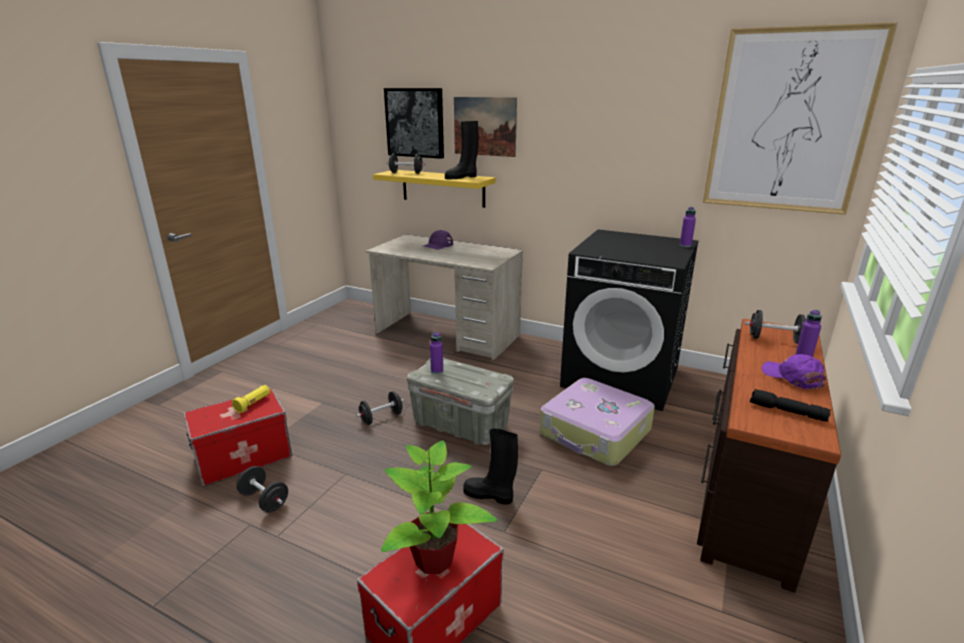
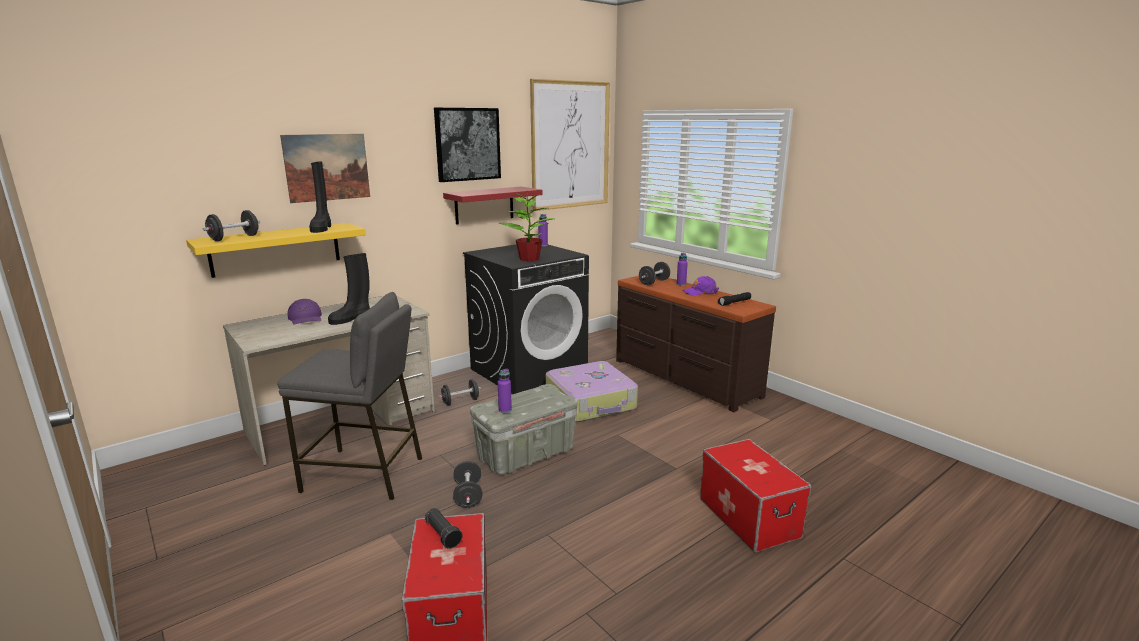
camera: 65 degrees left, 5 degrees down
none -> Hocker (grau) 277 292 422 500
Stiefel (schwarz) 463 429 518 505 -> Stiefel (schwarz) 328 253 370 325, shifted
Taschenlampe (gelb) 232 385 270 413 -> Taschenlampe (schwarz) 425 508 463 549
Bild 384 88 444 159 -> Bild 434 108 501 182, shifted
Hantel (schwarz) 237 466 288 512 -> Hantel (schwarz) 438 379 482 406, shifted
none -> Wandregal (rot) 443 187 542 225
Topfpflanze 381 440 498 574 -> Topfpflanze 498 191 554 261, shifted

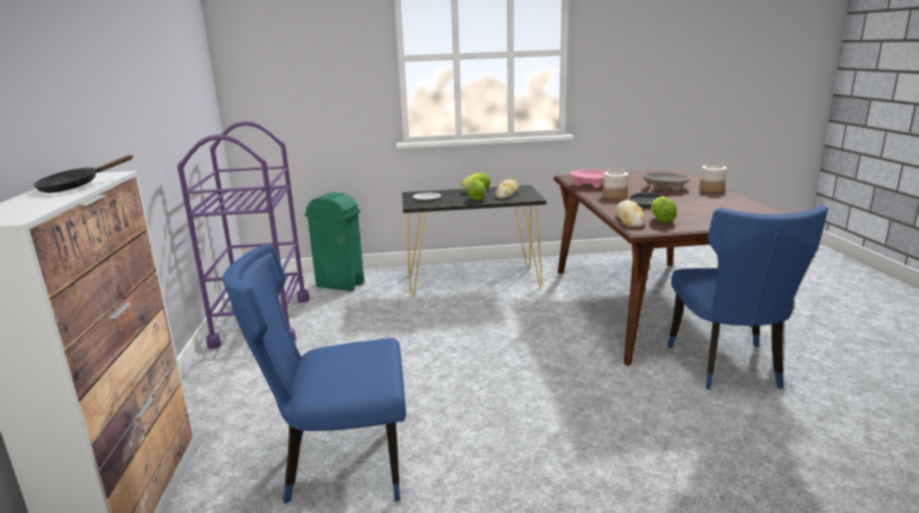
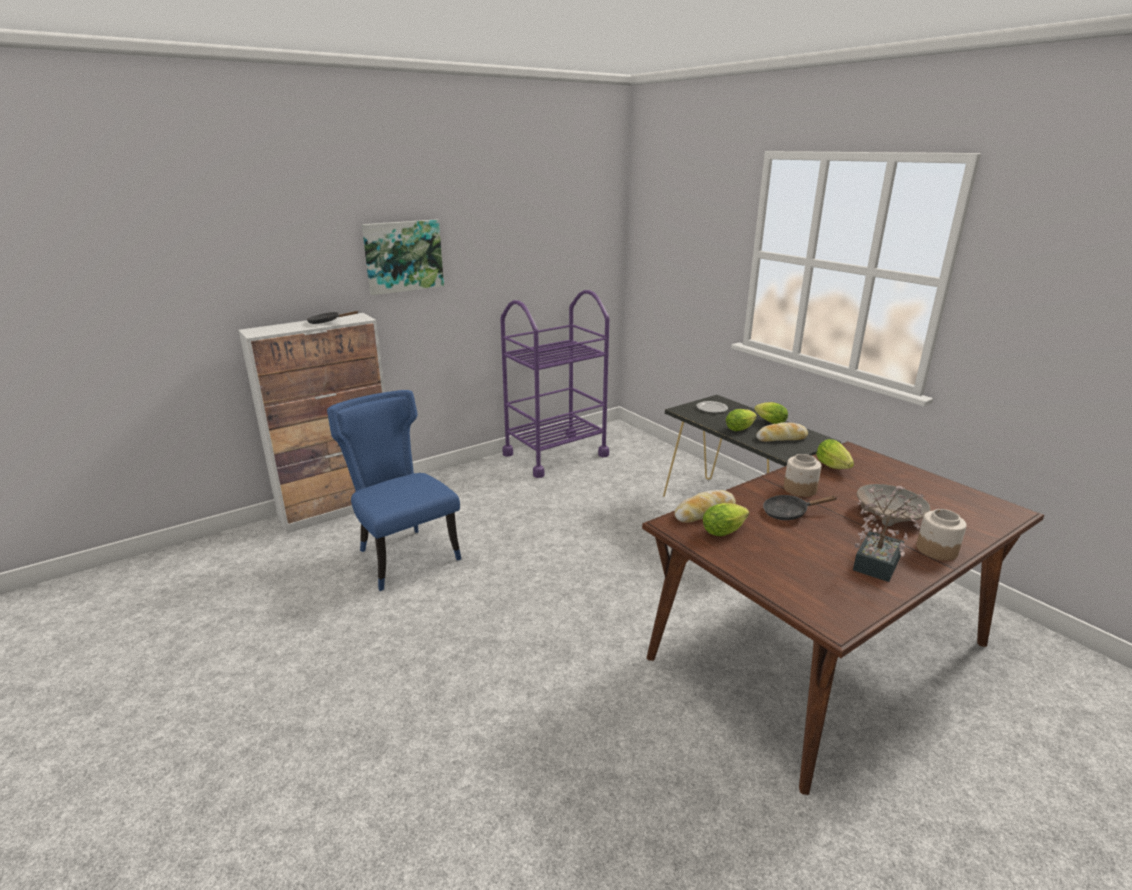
camera: 60 degrees right, 5 degrees up
none -> Bild 362 219 444 295
Schüssel (rosa) 570 169 608 188 -> Salatkopf 816 439 854 469
none -> Topfpflanze 853 486 924 582
Mülleimer (grün) 305 192 364 291 -> none
Stuhl (blau) 667 205 828 390 -> none

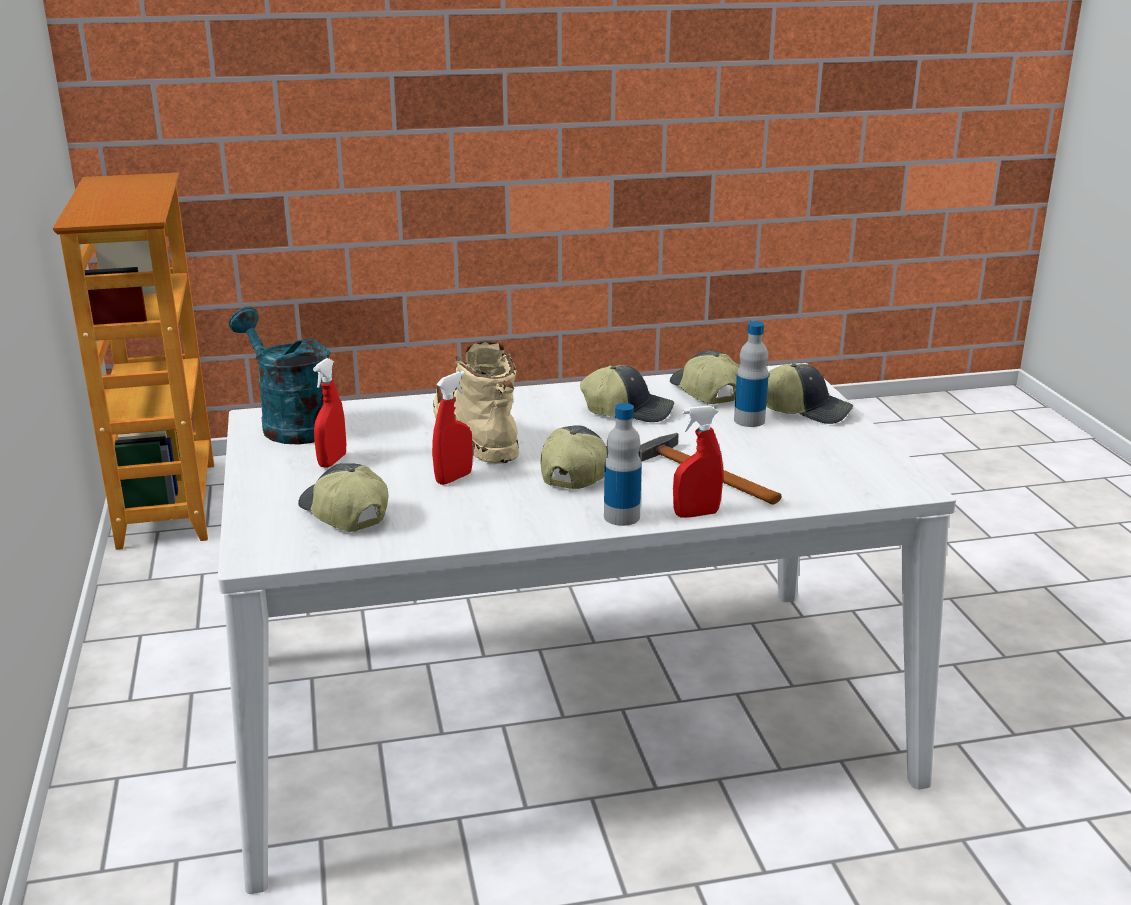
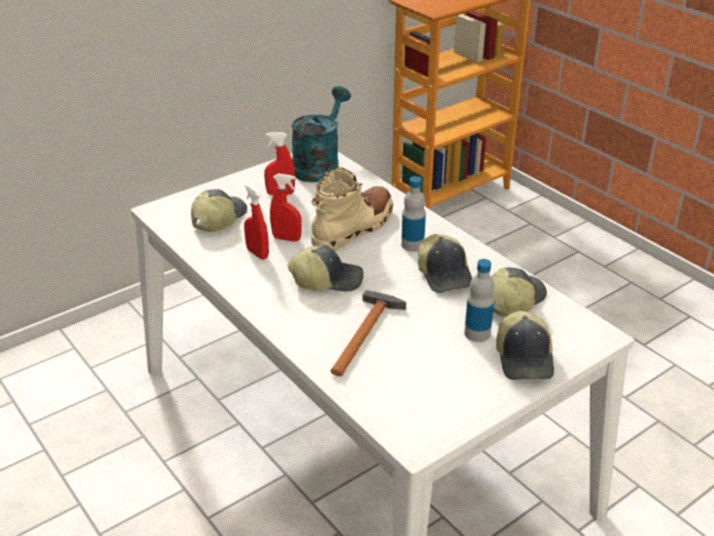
camera: 65 degrees right, 10 degrees up
Sprühflasche (rot) 673 405 723 518 -> Sprühflasche (rot) 244 184 269 260, shifted
Flasche 604 403 642 526 -> Flasche 401 176 426 252, shifted

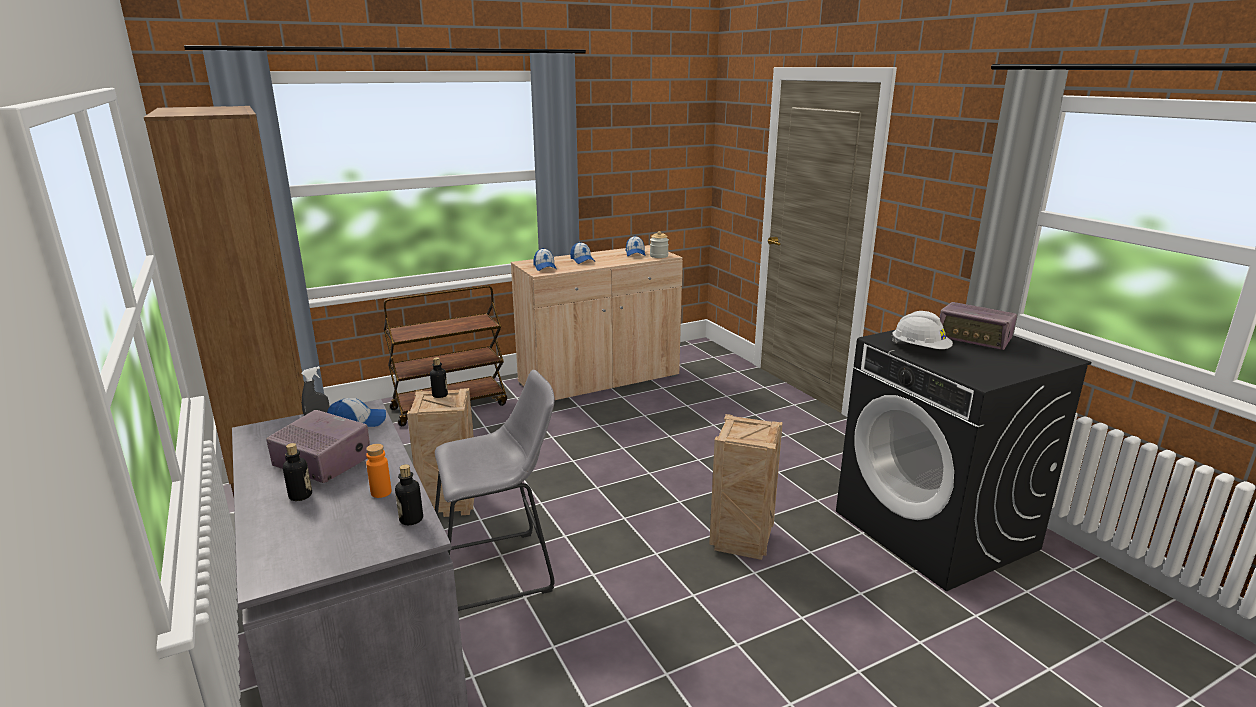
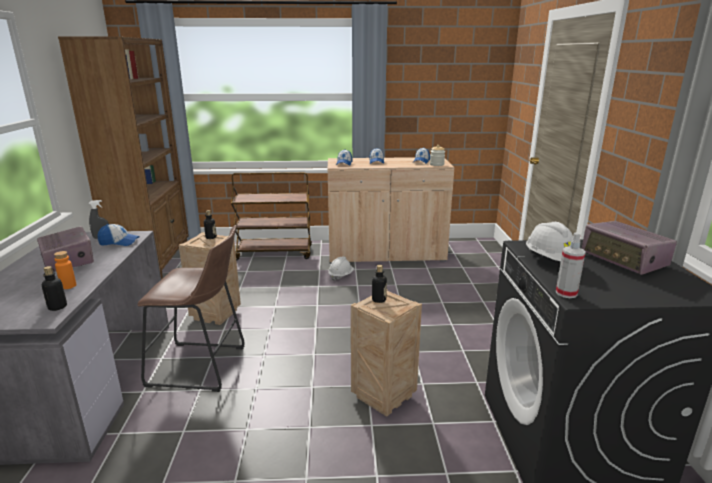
camera: 25 degrees right, 0 degrees up
Hocker (grau) 435 370 555 611 -> Hocker (braun) 137 225 245 392
none -> Schutzhelm (weiß) 328 257 354 281
Flasche 283 443 312 501 -> Flasche 372 265 387 303, shifted
none -> Sprühflasche 556 232 586 298

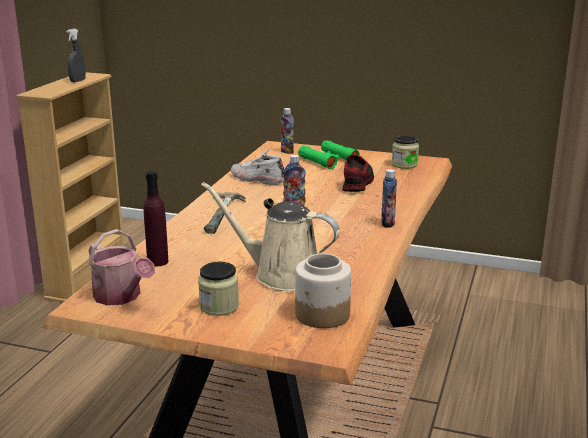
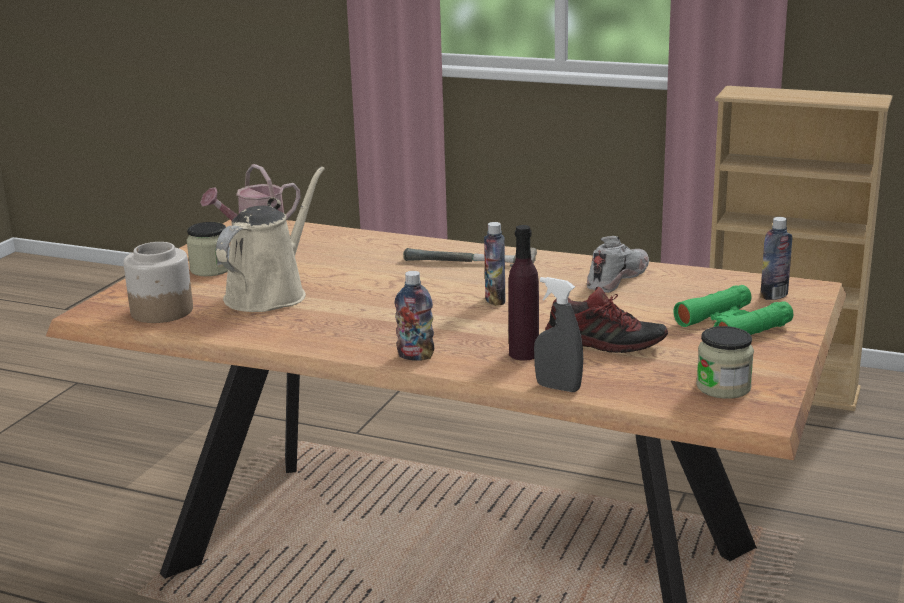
camera: 95 degrees right, 0 degrees up
Flasche (lila) 143 171 168 266 -> Flasche (lila) 508 225 539 361, shifted
Sprühflasche (grau) 66 28 86 82 -> Sprühflasche (grau) 534 277 583 392, shifted

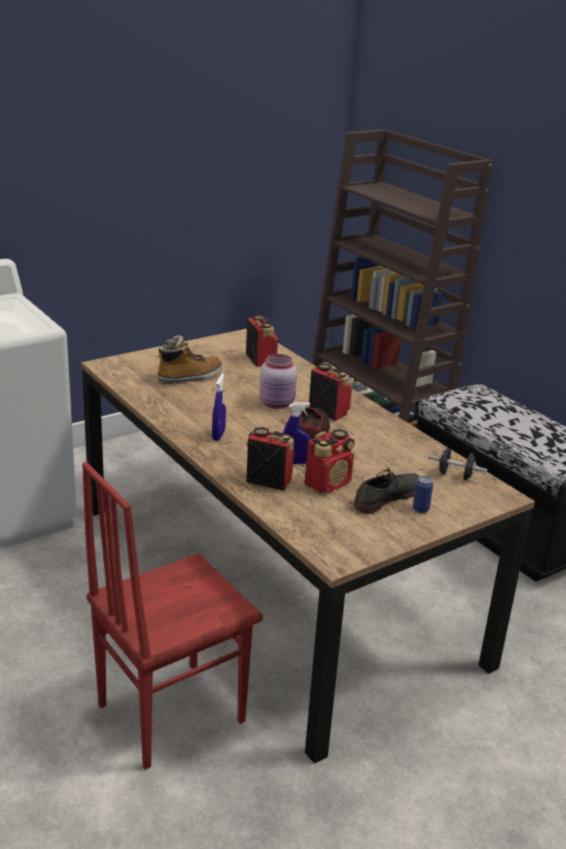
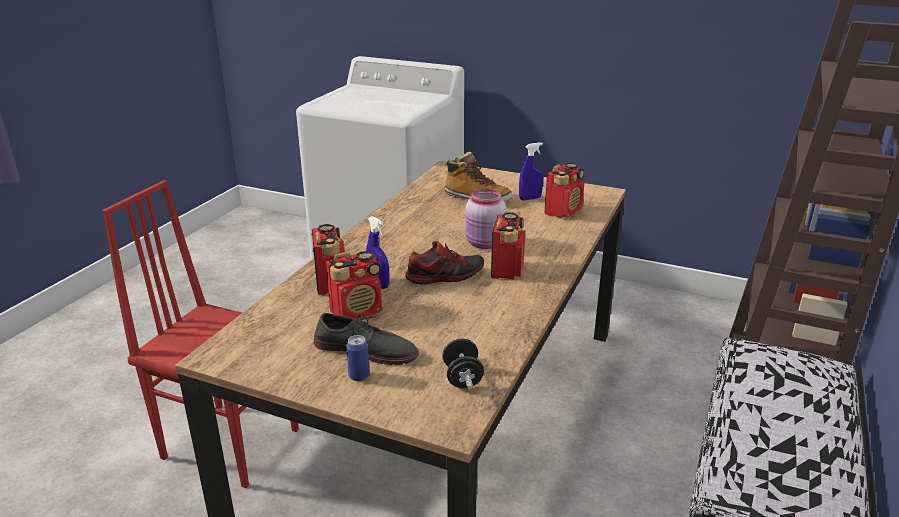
camera: 60 degrees right, 0 degrees up
Radio 305 429 355 493 -> Radio 326 251 382 319, 45 degrees counterclockwise
Sprühflasche (blau) 212 373 226 441 -> Sprühflasche (blau) 519 142 543 201, shifted

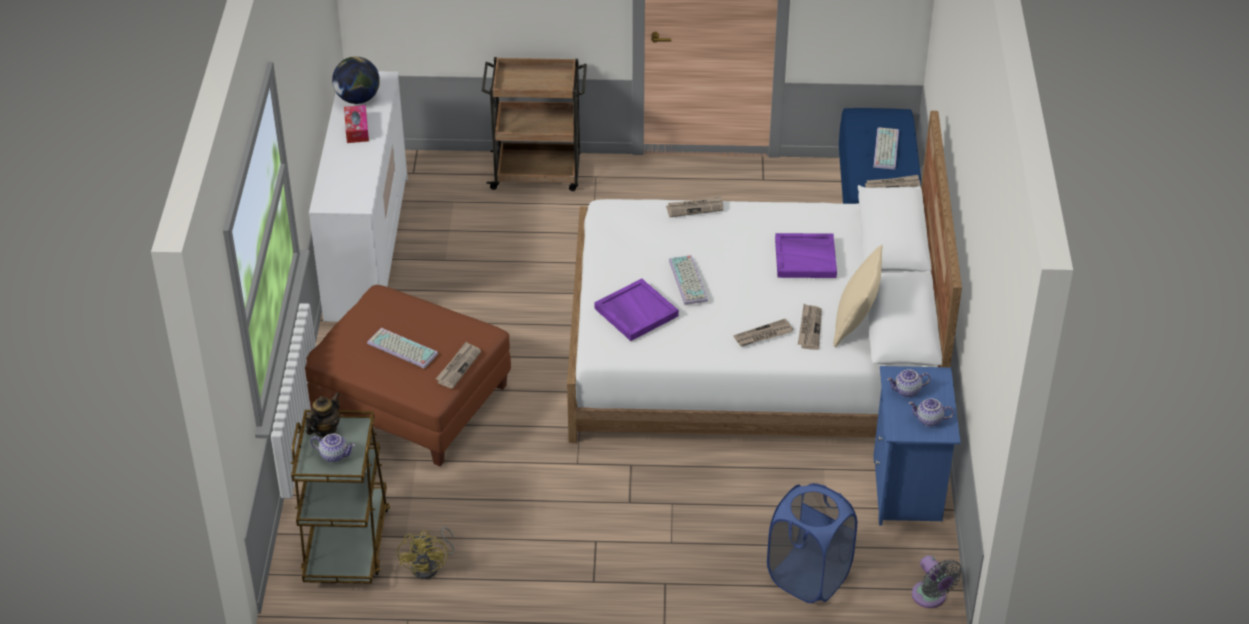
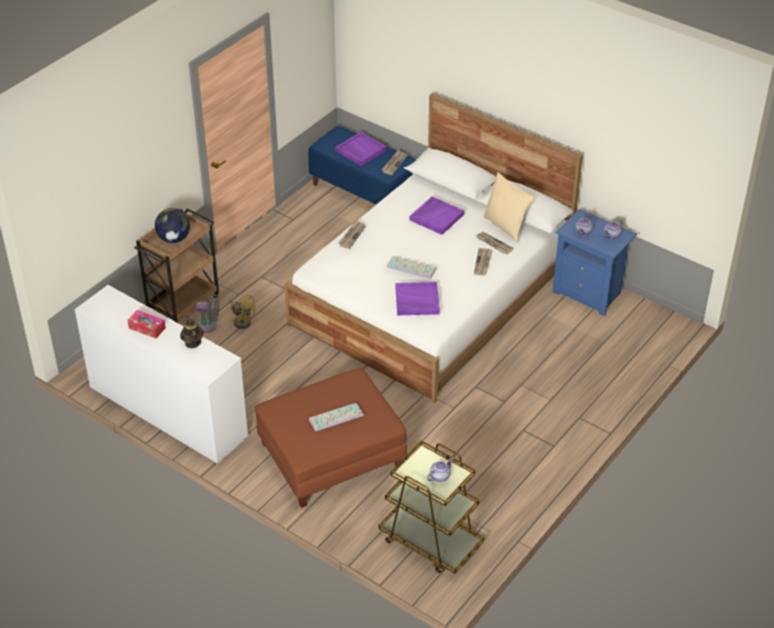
camera: 55 degrees left, 0 degrees up
Globus 332 56 380 104 -> Globus 155 208 190 243, shifted
Teekanne 306 393 340 437 -> Teekanne 180 316 204 348, shifted
Ventilator (grau) 912 555 962 608 -> Ventilator (grau) 196 293 220 333, shifted
Ventilator (gelb) 397 527 455 579 -> Ventilator (gelb) 229 295 256 329, shifted
Tastatur 873 128 899 170 -> Tablett (lila) 335 132 387 166
Zeitung 436 342 481 389 -> none
Wäschekorb (blau) 767 483 857 603 -> none

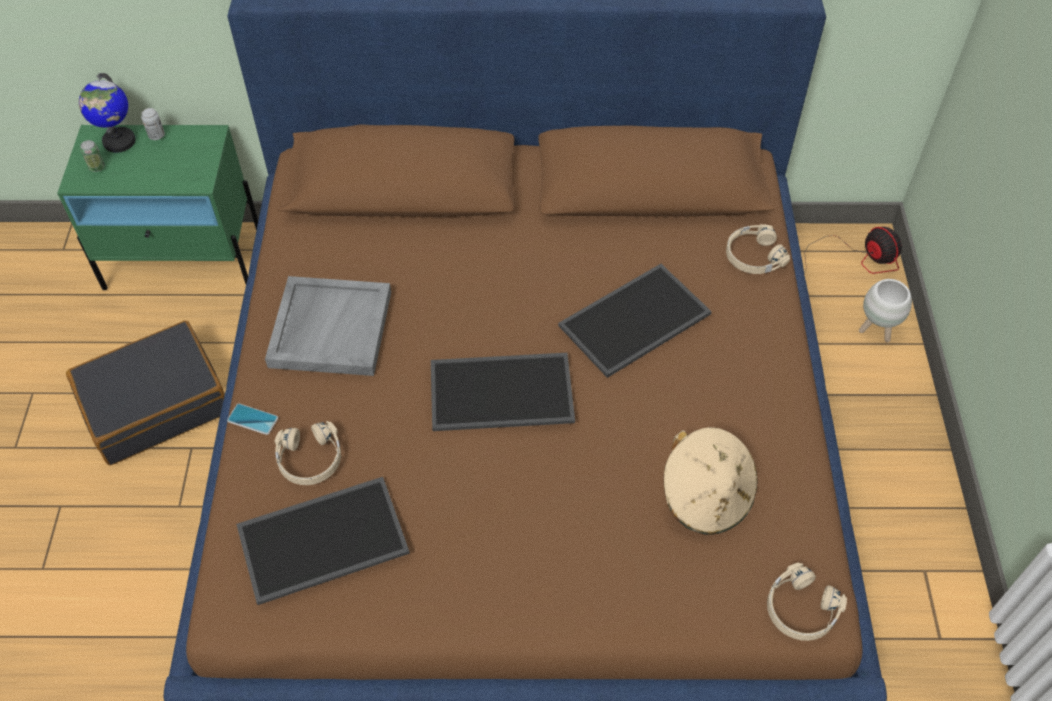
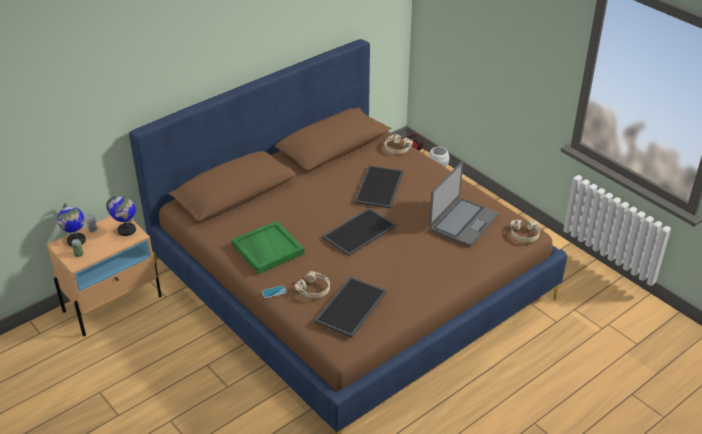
camera: 40 degrees left, 15 degrees down
Nachttisch (grün) 57 125 258 290 -> Nachttisch (beige) 47 216 162 336
none -> Globus 106 196 136 236
Tablett (grau) 265 276 391 376 -> Tablett (grün) 231 221 305 274
Hut (beige) 664 427 757 535 -> Laptop 429 161 499 247
Koffer (schwarz) 66 320 224 465 -> none

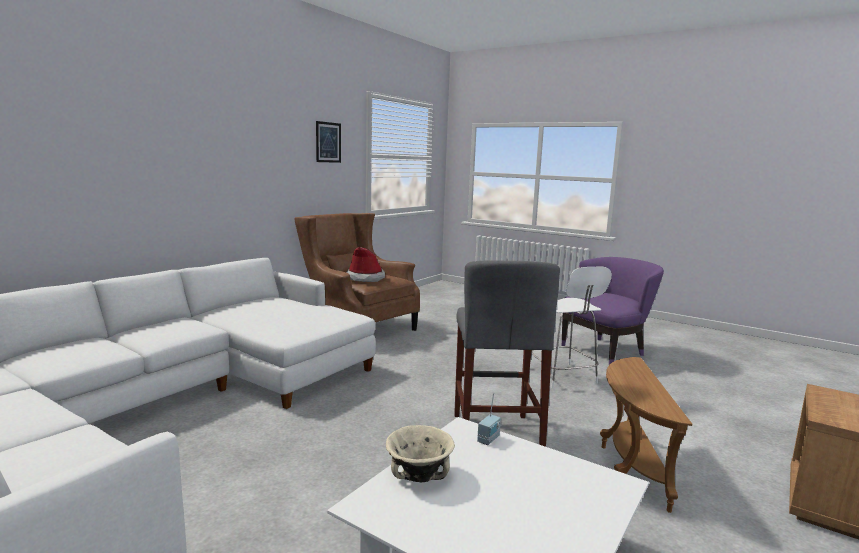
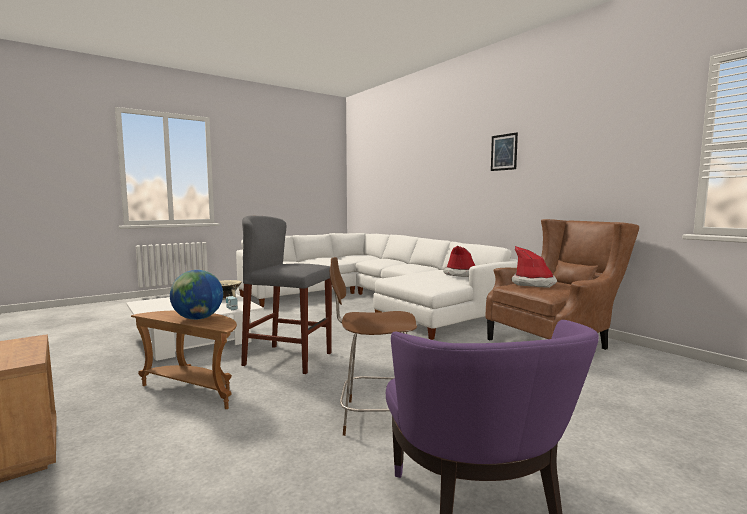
camera: 110 degrees right, 5 degrees down
none -> Globus 170 270 223 320
Hocker (weiß) 531 266 612 388 -> Hocker (braun) 330 257 417 436
none -> Hut 443 246 476 277
Bild 316 121 341 163 -> Bild 491 132 518 171, shifted

